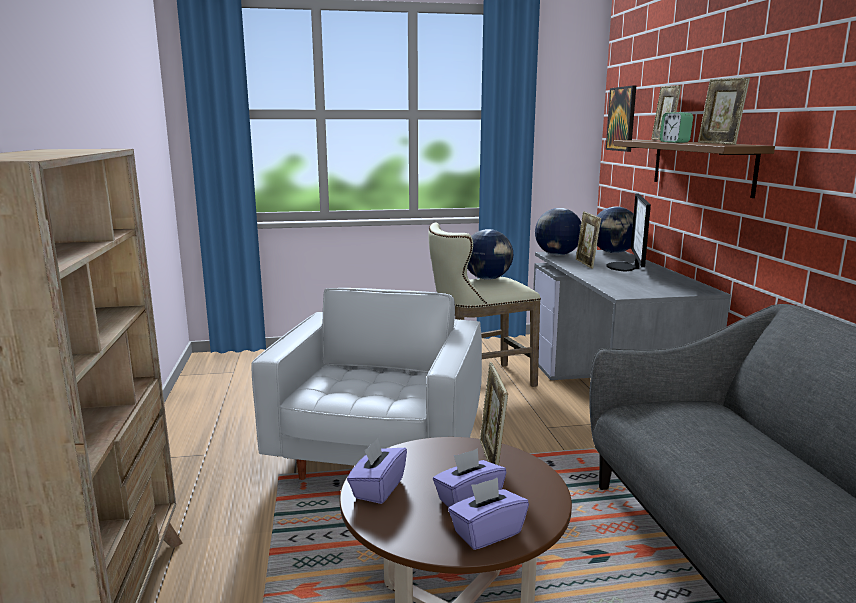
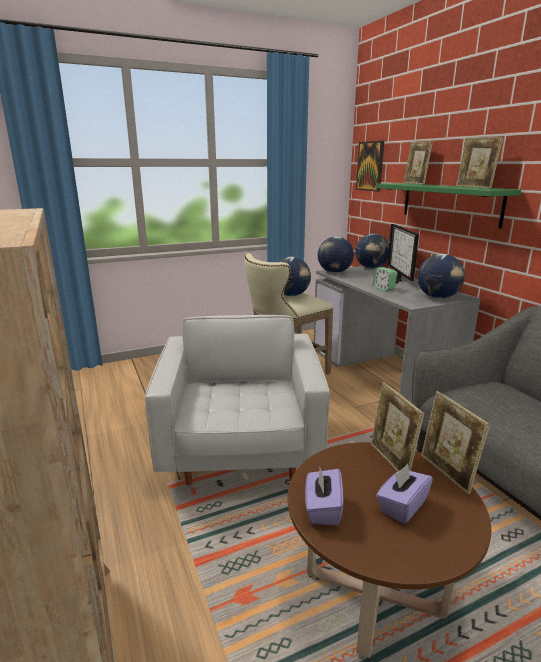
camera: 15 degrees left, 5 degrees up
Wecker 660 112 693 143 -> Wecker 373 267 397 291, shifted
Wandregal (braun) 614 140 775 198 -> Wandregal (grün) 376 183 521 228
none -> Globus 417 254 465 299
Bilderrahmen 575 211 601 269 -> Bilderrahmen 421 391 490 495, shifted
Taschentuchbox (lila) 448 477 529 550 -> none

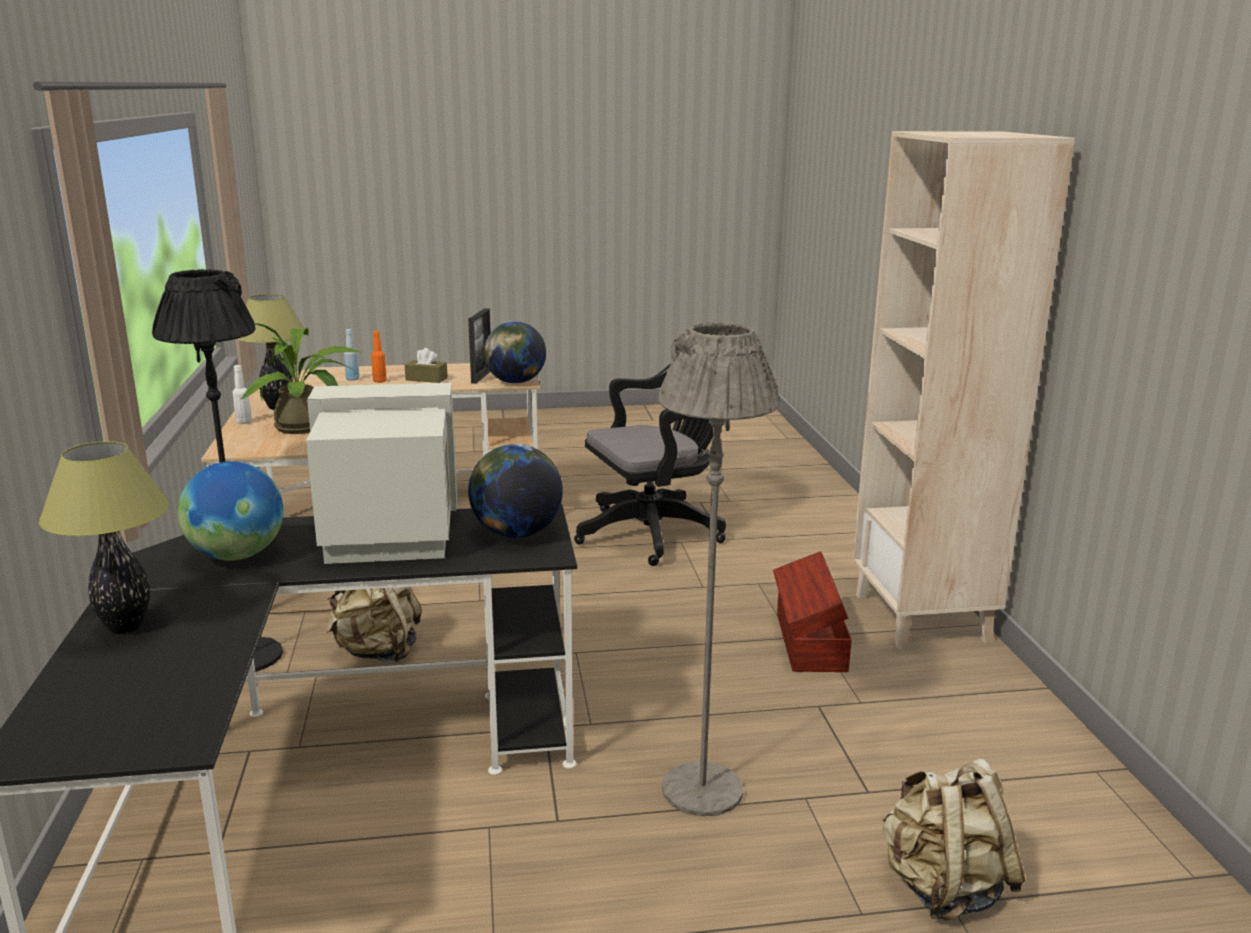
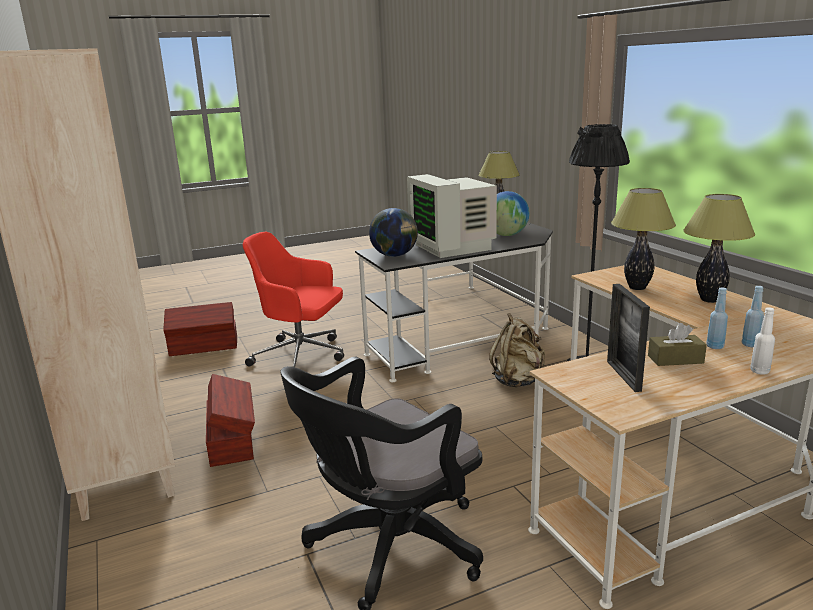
camera: 165 degrees right, 0 degrees up
Rucksack (beige) 882 758 1025 921 -> Aufbewahrungsbox (braun) 164 302 237 356
Stehlampe (grau) 658 322 780 816 -> Bürostuhl (rot) 243 232 344 367
Monitor 306 383 457 564 -> Monitor 407 174 497 258, 90 degrees clockwise
Topfpflanze 241 323 362 434 -> Tischlampe 611 188 676 290
Flasche (orange) 371 331 387 383 -> Flasche (blau) 706 287 728 349
Flasche (weiß) 233 365 252 424 -> Flasche (weiß) 750 307 775 375, shifted
Globus 484 321 546 384 -> none

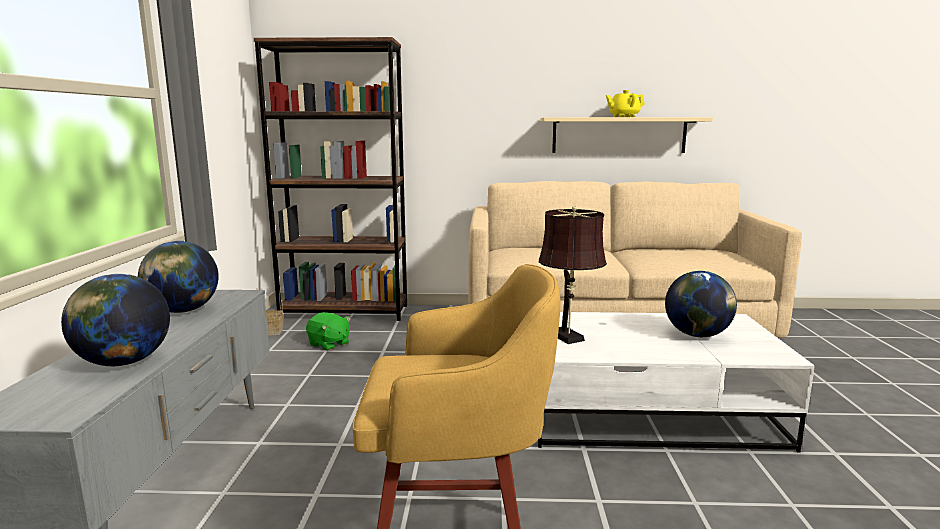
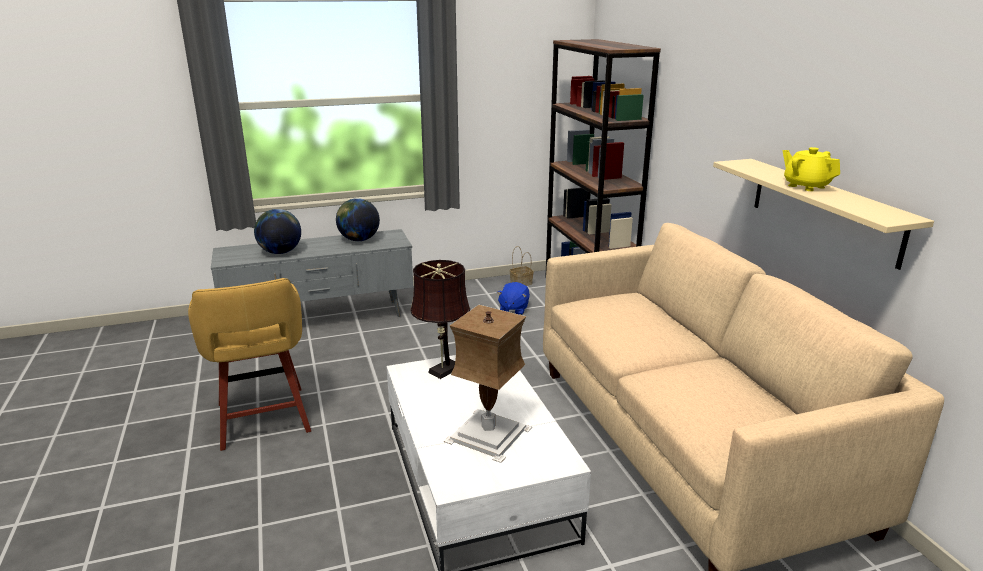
camera: 70 degrees right, 10 degrees up
Globus 665 271 737 337 -> Tischlampe 444 305 532 463
Plüschtier (grün) 306 312 350 351 -> Plüschtier (blau) 497 282 530 315

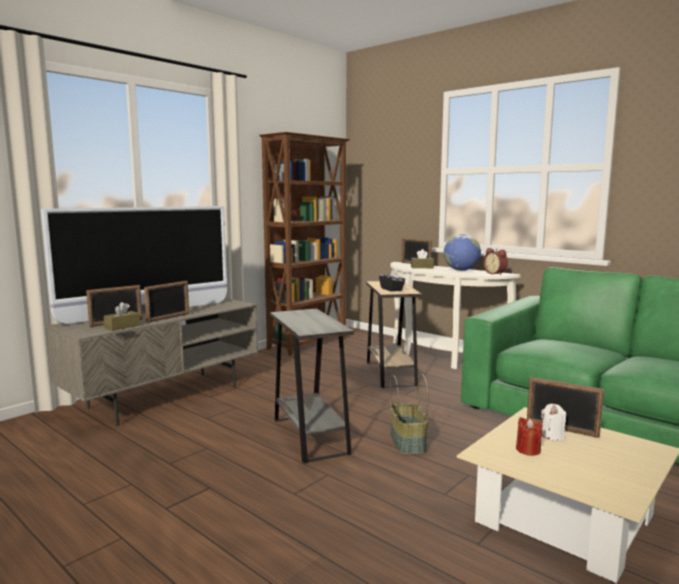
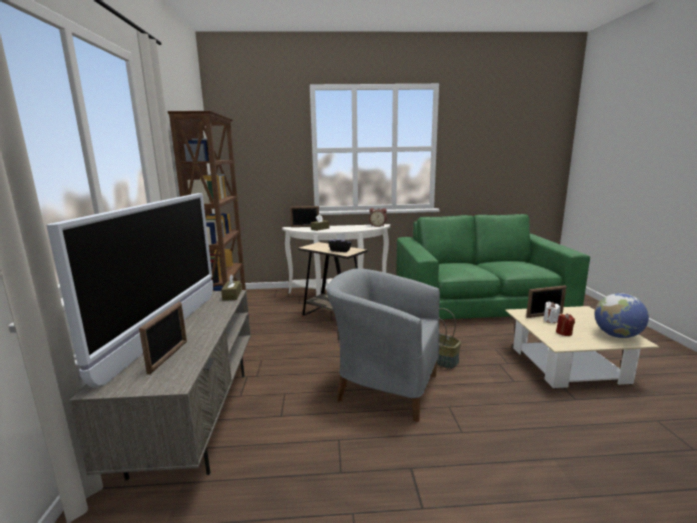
camera: 45 degrees left, 5 degrees up
Taschentuchbox (braun) 104 302 140 331 -> Taschentuchbox (braun) 221 274 242 301, shifted
Beistelltisch (grau) 270 309 354 463 -> Sessel (grau) 326 268 440 422
Globus 444 234 481 271 -> Globus 594 293 649 338, shifted
Bilderrahmen 144 281 189 323 -> none

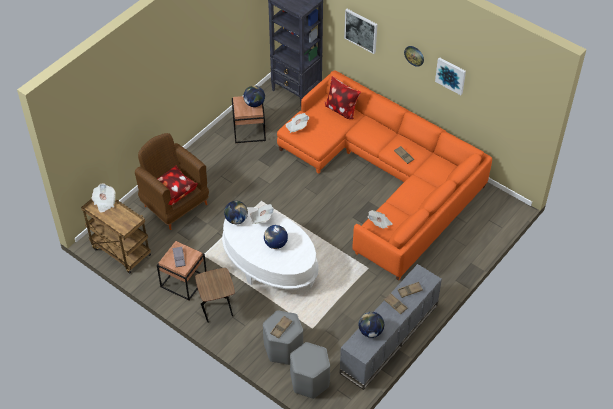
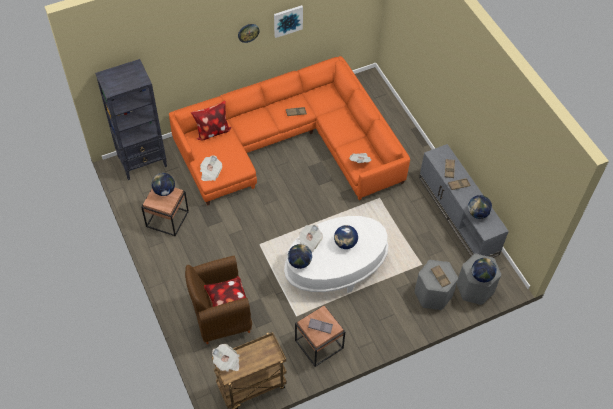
camera: 65 degrees left, 5 degrees up
none -> Globus 472 258 497 282
Beistelltisch (braun) 195 268 235 323 -> none
Bild 344 9 377 54 -> none

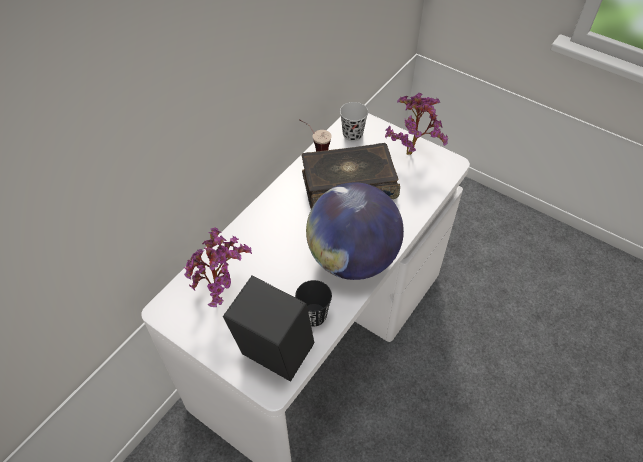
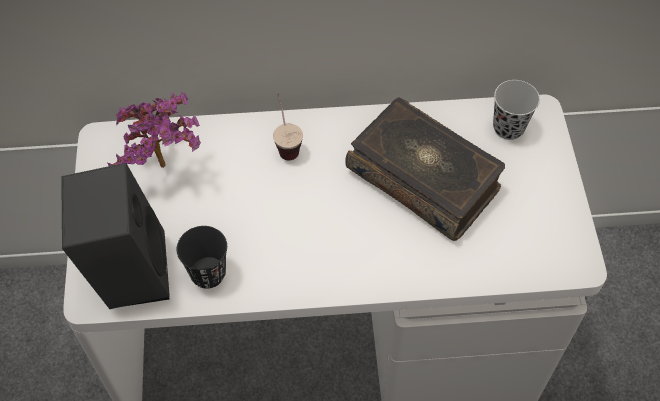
camera: 50 degrees right, 5 degrees up
Tasse 299 119 332 151 -> Tasse 273 92 303 160, shifted
Globus 306 182 404 280 -> none
Topfpflanze 385 93 448 155 -> none

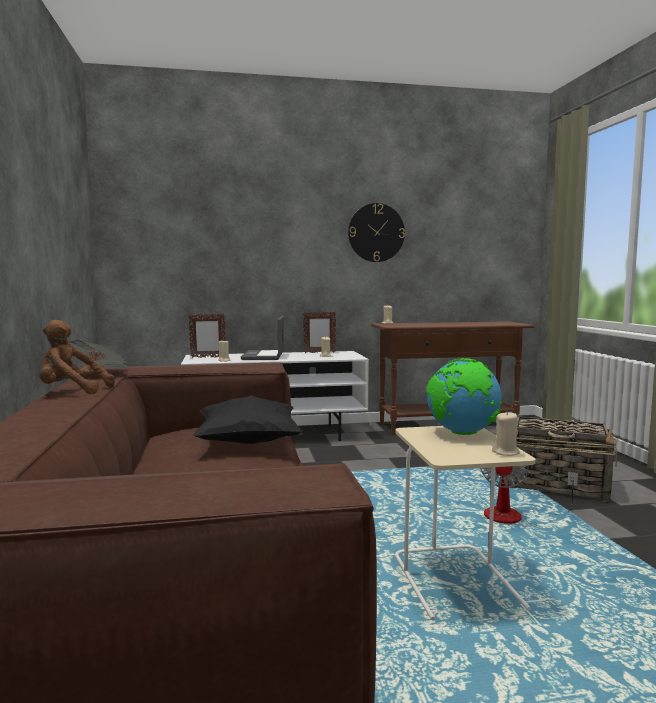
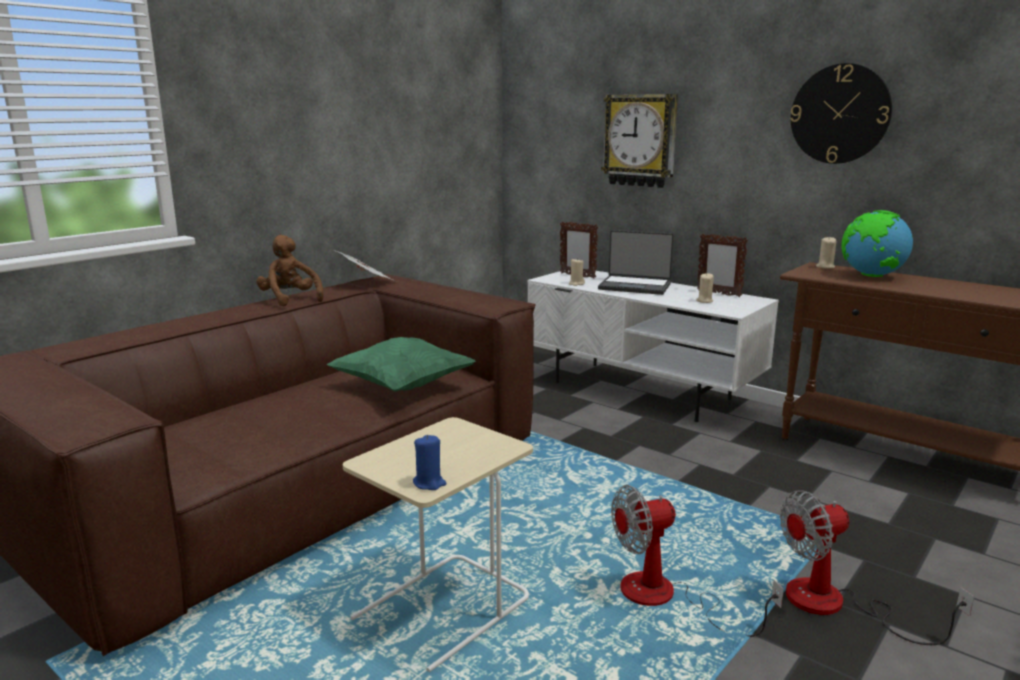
camera: 50 degrees right, 10 degrees up
Kissen (schwarz) 193 395 302 444 -> Kissen (grün) 326 337 476 392
Kerze (beige) 492 411 520 456 -> Kerze (blau) 413 435 446 490
Laptop 241 316 284 360 -> Laptop 598 230 674 295, 120 degrees counterclockwise
none -> Wanduhr 601 94 678 188
Korb 509 416 618 502 -> Ventilator 780 490 974 645
Globus 426 358 502 435 -> Globus 841 210 913 277, shifted

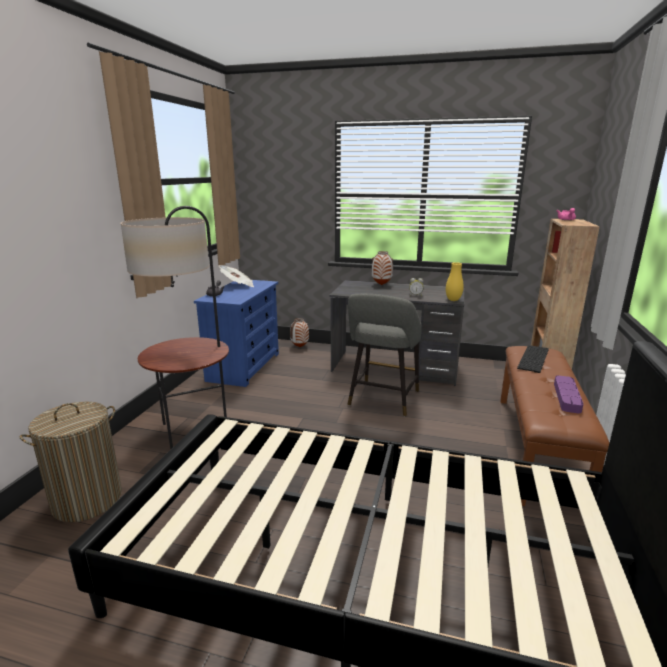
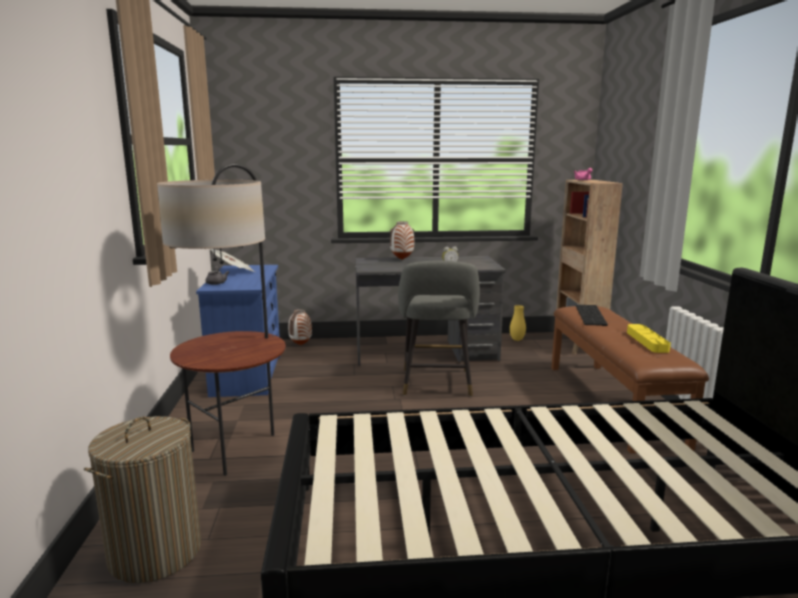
camera: 20 degrees left, 5 degrees down
Vase (gelb) 446 262 464 301 -> Vase (gelb) 510 305 526 341, shifted
Tablett (lila) 554 375 584 413 -> Tablett (gelb) 627 324 671 353

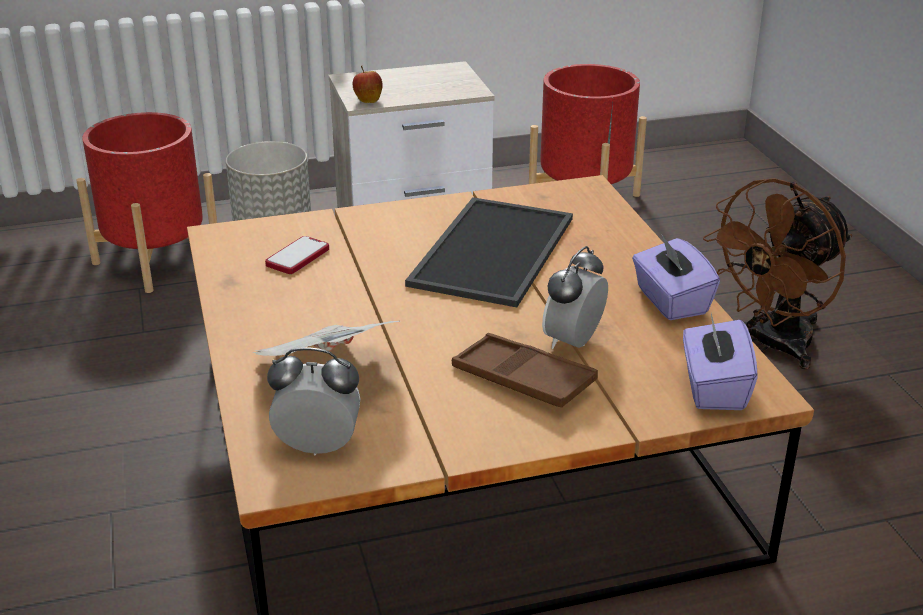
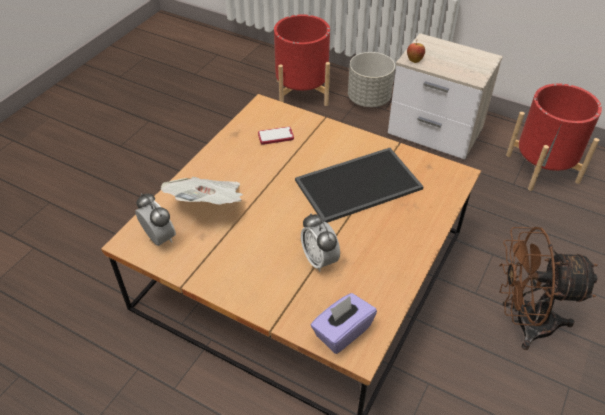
camera: 45 degrees right, 15 degrees up
Wecker 542 246 608 349 -> Wecker 301 213 340 272, 105 degrees counterclockwise
Tablett (braun) 452 333 598 408 -> none
Taschentuchbox (lila) 632 235 720 320 -> none

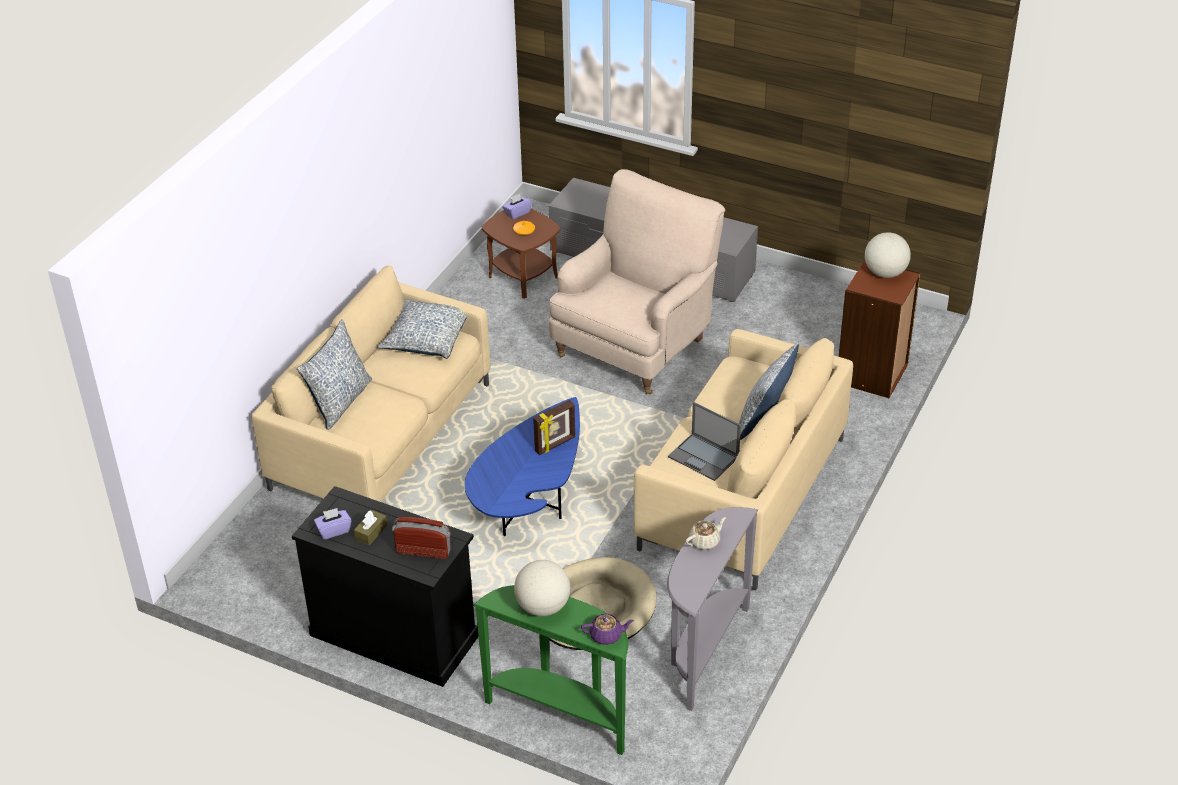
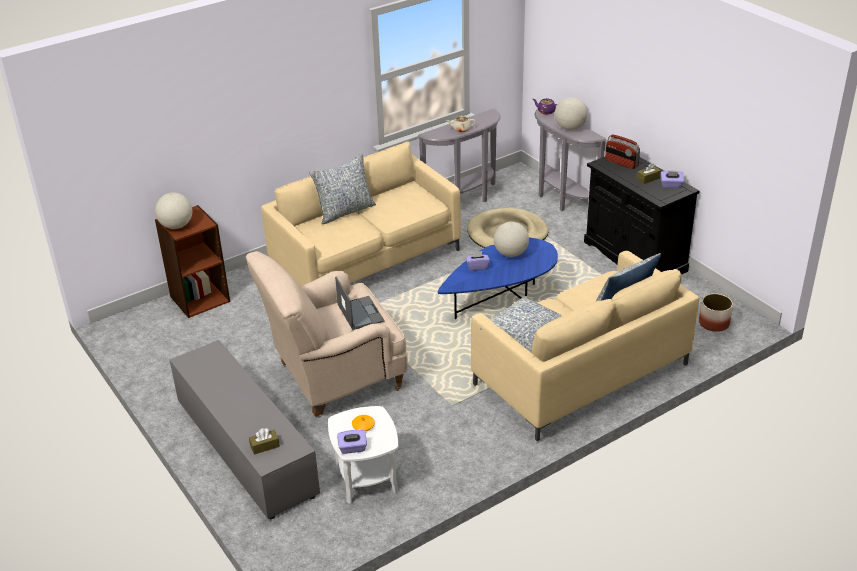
camera: 150 degrees left, 5 degrees down
none -> Taschentuchbox (braun) 249 428 280 455
Beistelltisch (braun) 482 209 560 299 -> Beistelltisch (weiß) 328 406 398 504
Laptop 668 402 741 481 -> Laptop 335 277 385 330, shifted
Bilderrahmen 533 400 575 455 -> Taschentuchbox (lila) 466 251 490 271
none -> Globus 494 222 529 257
Konsolentisch (grün) 473 585 628 755 -> Konsolentisch (grau) 535 109 607 211
none -> Pflanzkübel 699 294 733 332

